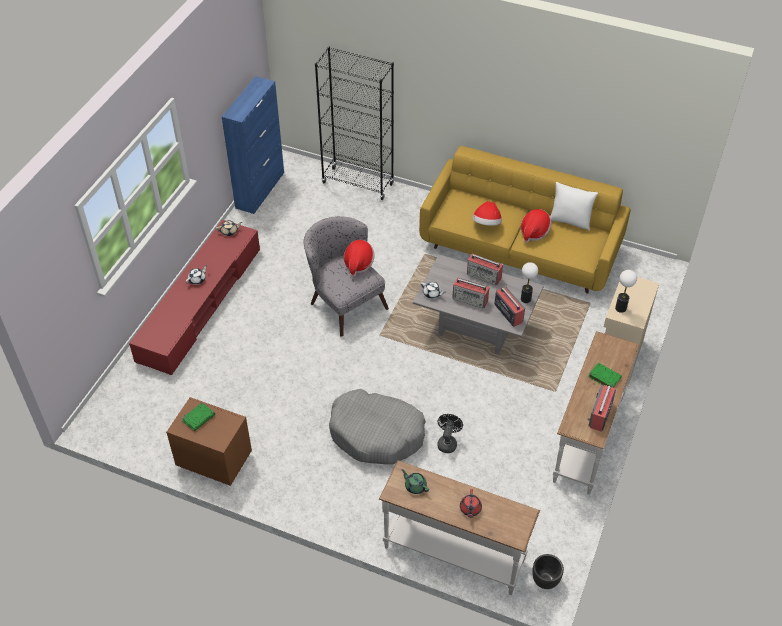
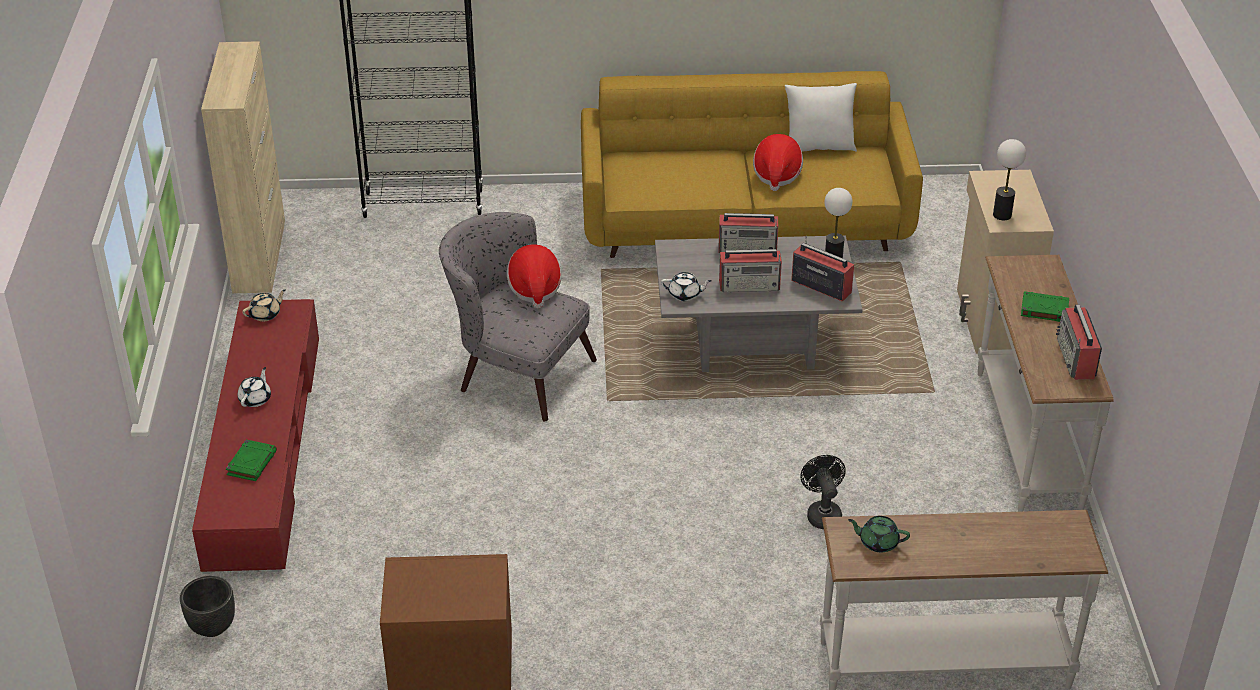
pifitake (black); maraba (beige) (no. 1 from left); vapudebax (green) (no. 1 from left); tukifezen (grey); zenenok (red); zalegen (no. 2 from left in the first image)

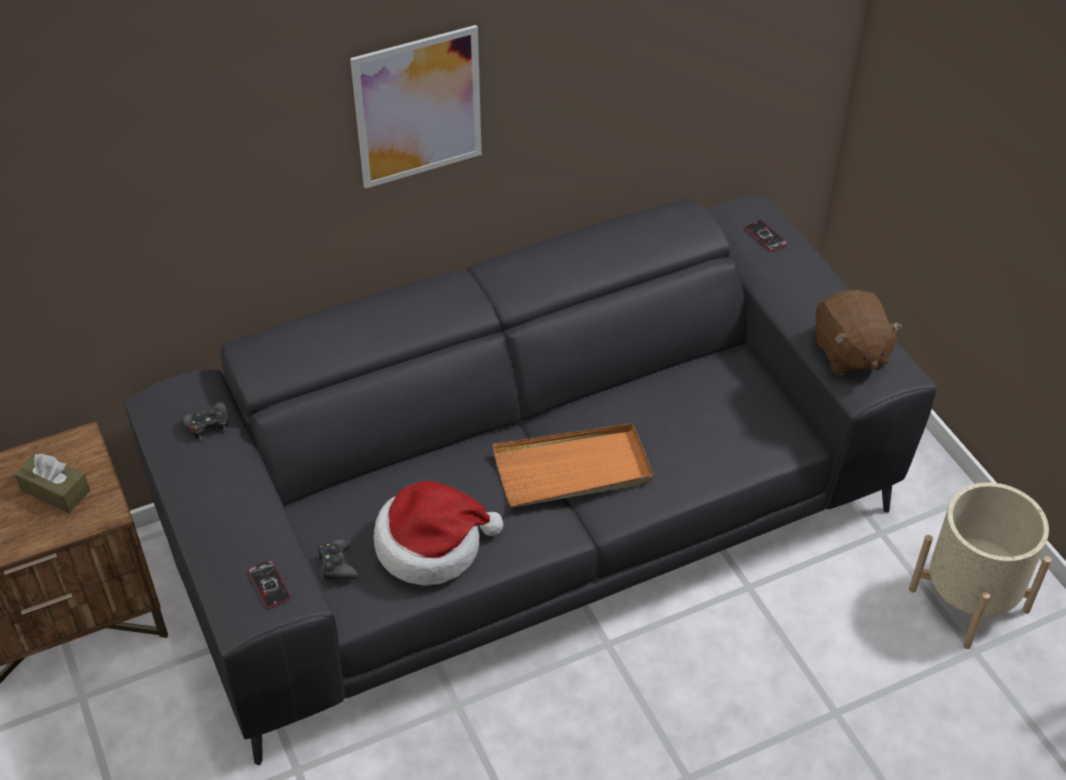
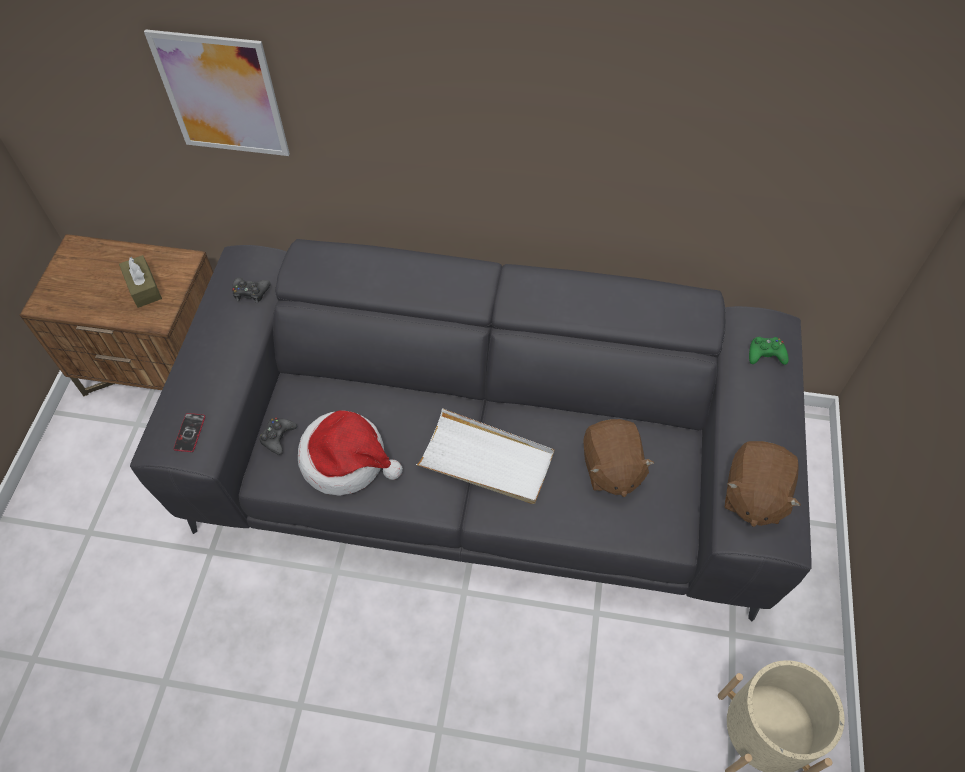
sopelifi; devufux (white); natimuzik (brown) (no. 1 from left); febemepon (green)

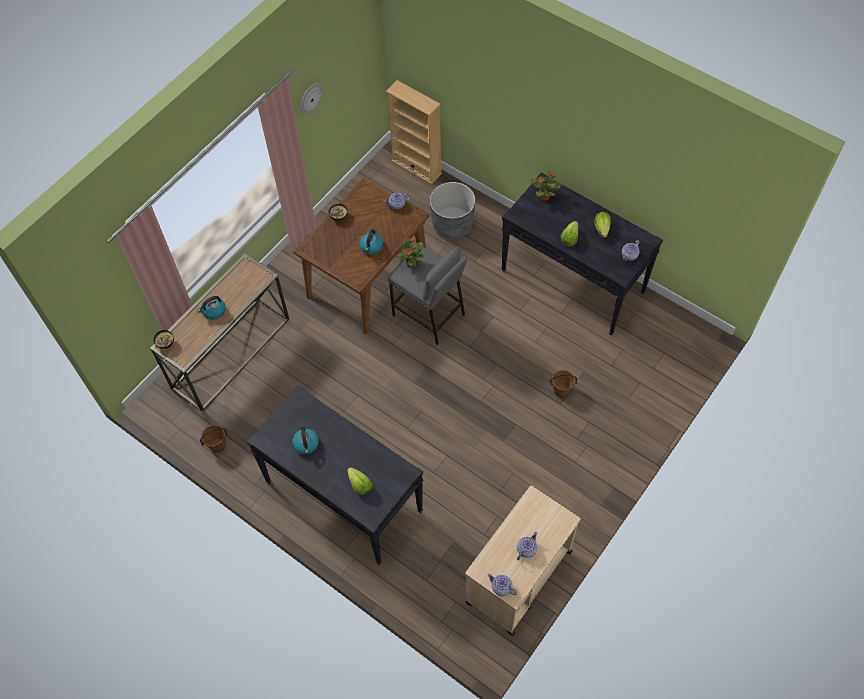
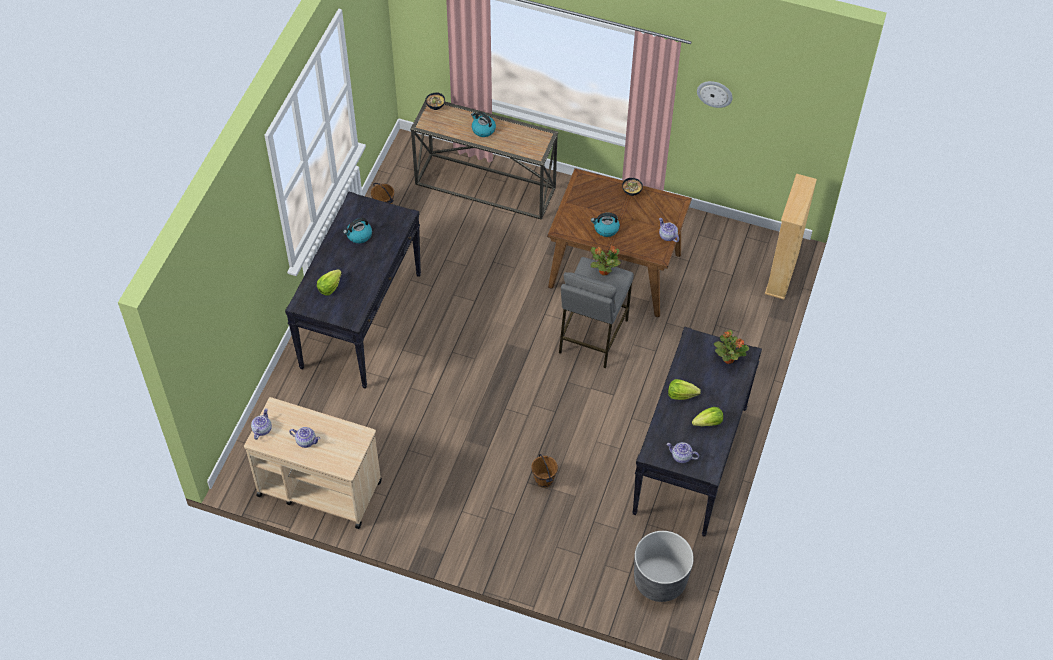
pifitake (grey)

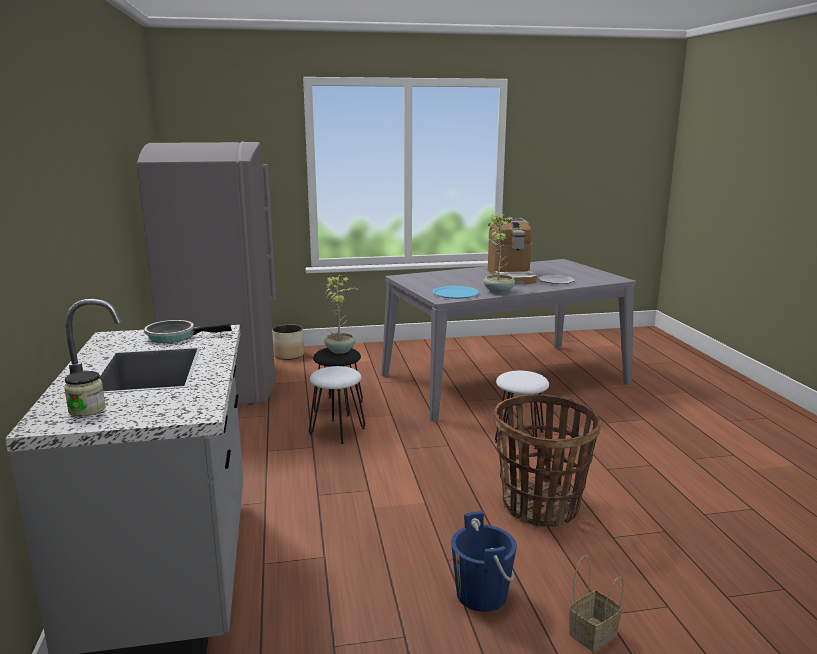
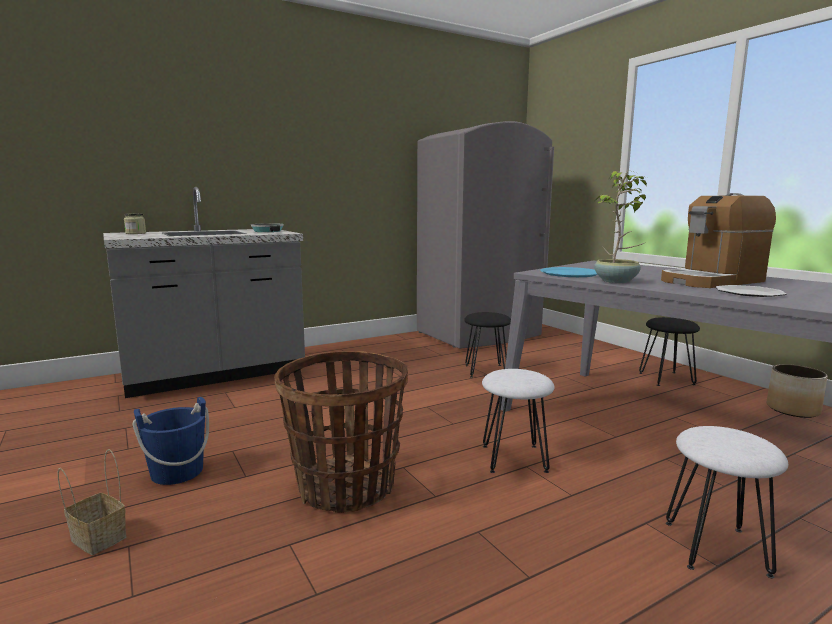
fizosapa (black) (no. 2 from left); fizosapa (white) (no. 2 from left); pifitake; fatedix (no. 1 from left in the first image)

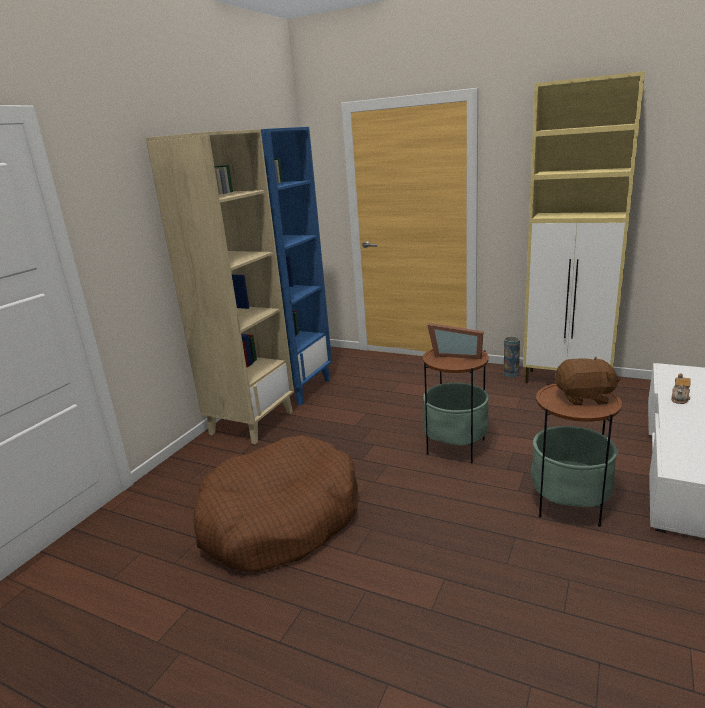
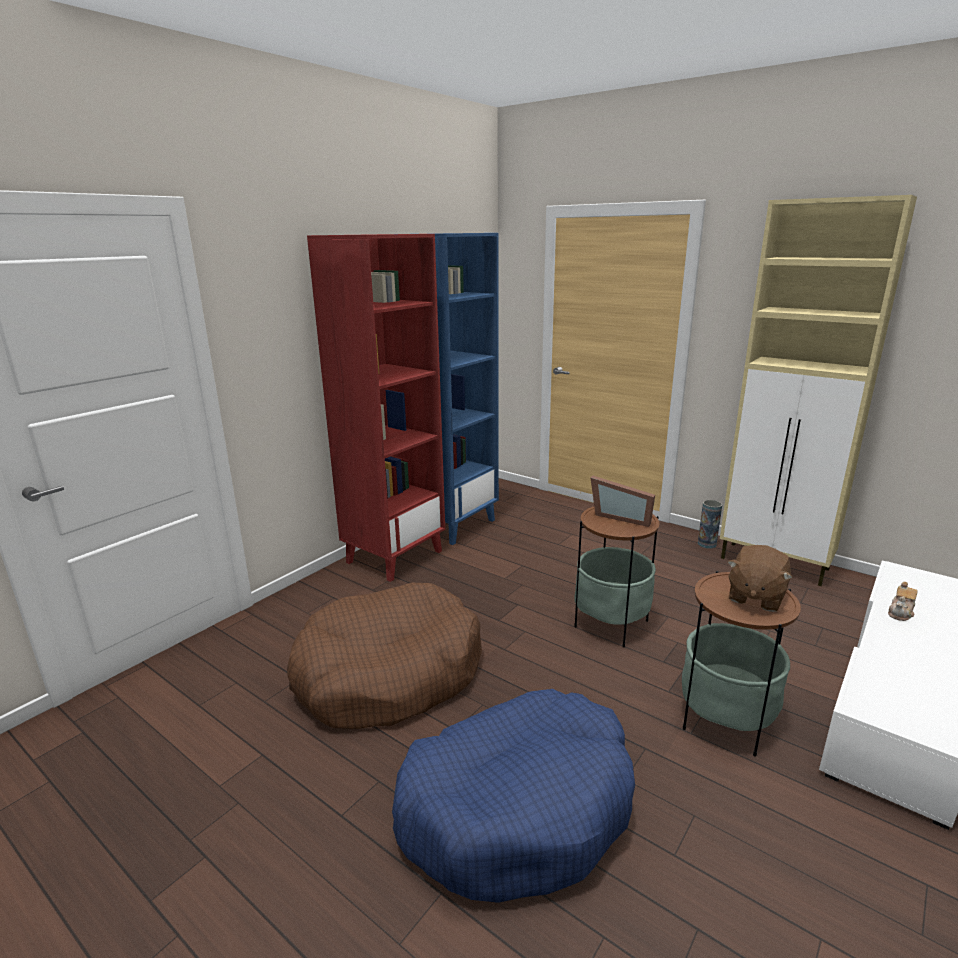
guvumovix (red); tukifezen (blue); natimuzik (brown)

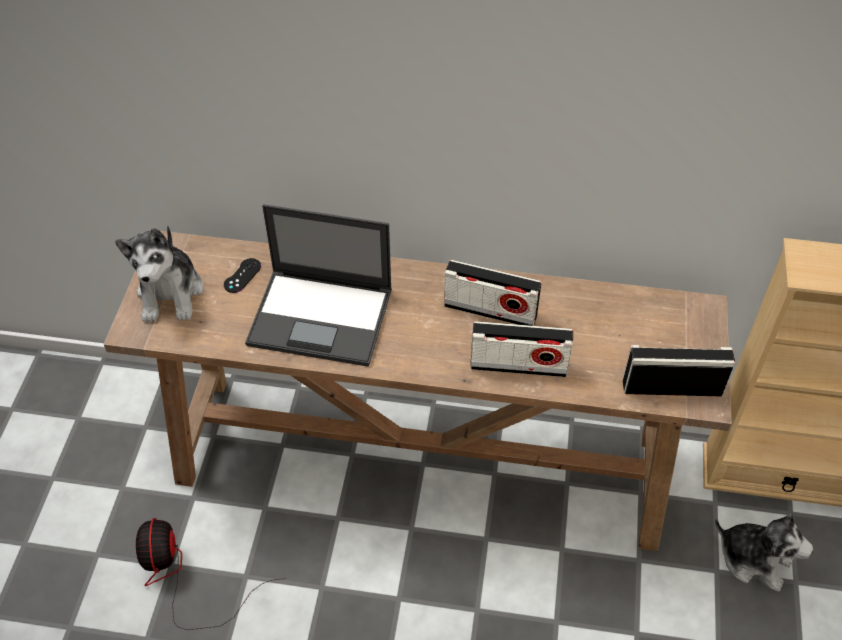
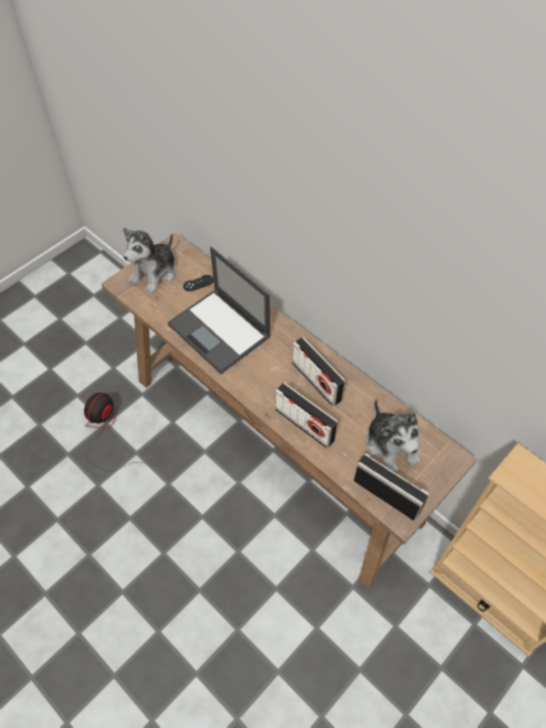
natimuzik (no. 2 from left)

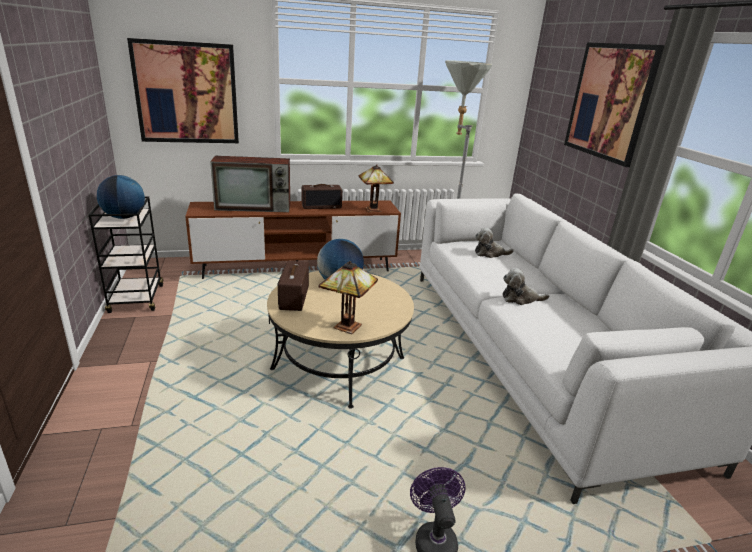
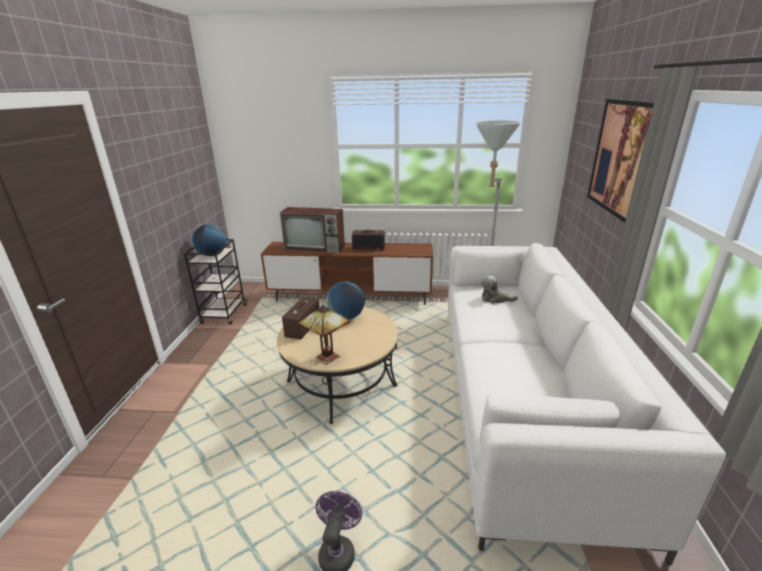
sopelifi (no. 1 from left in the first image); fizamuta (no. 2 from left in the first image); natimuzik (no. 2 from left in the first image)

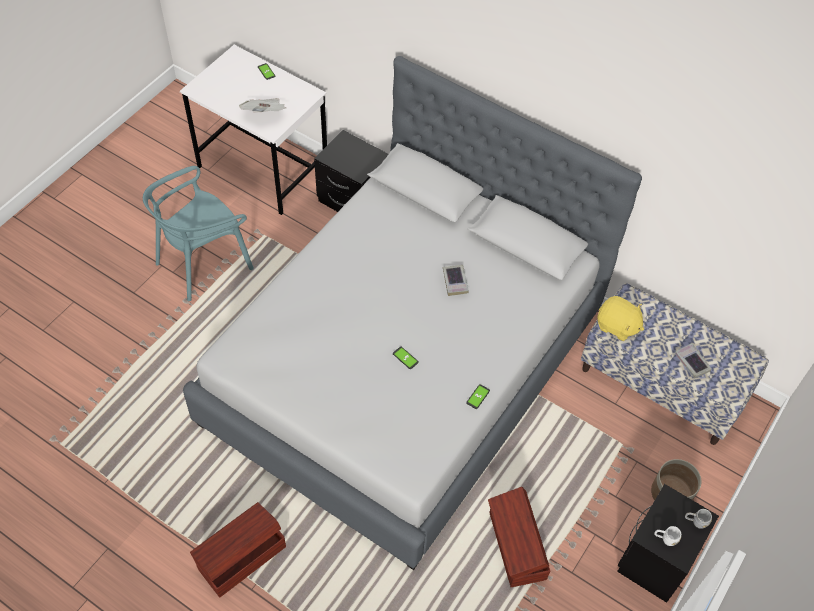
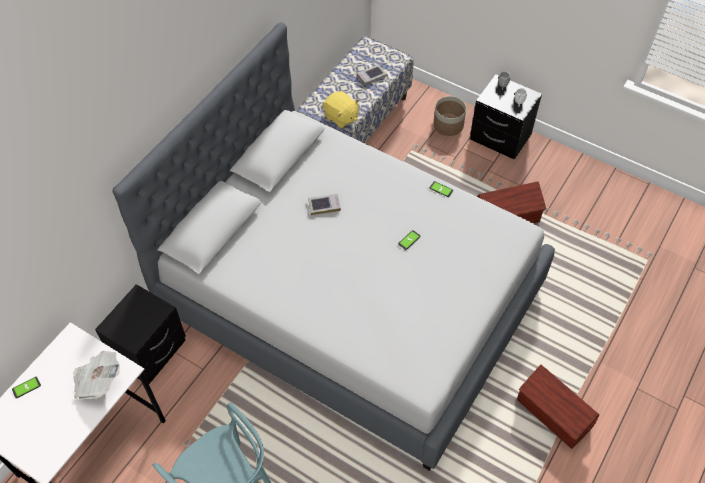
natimuzik (yellow)

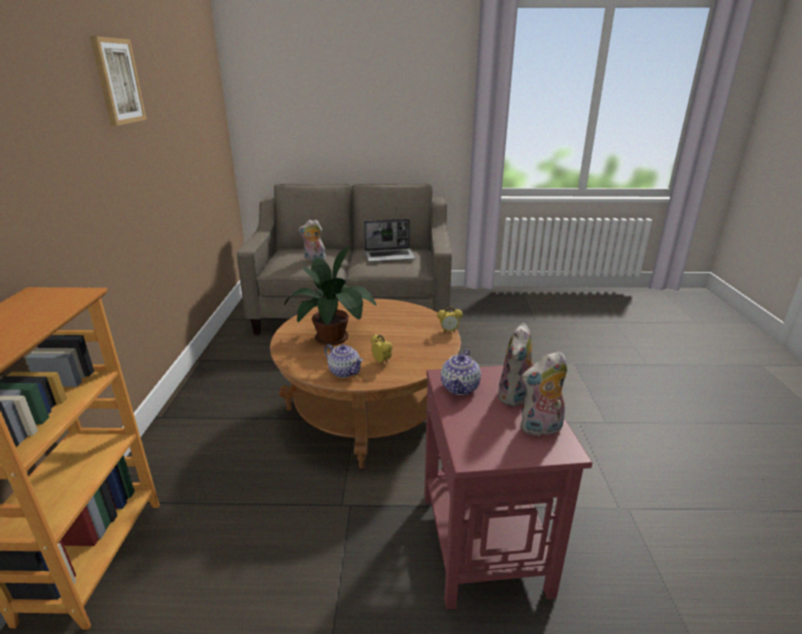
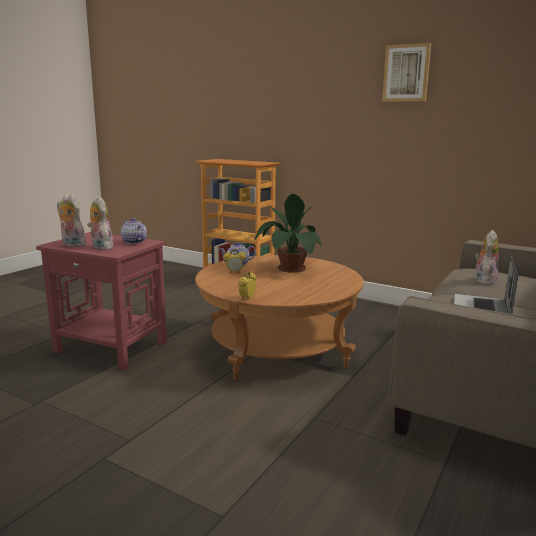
natimuzik (no. 1 from left)

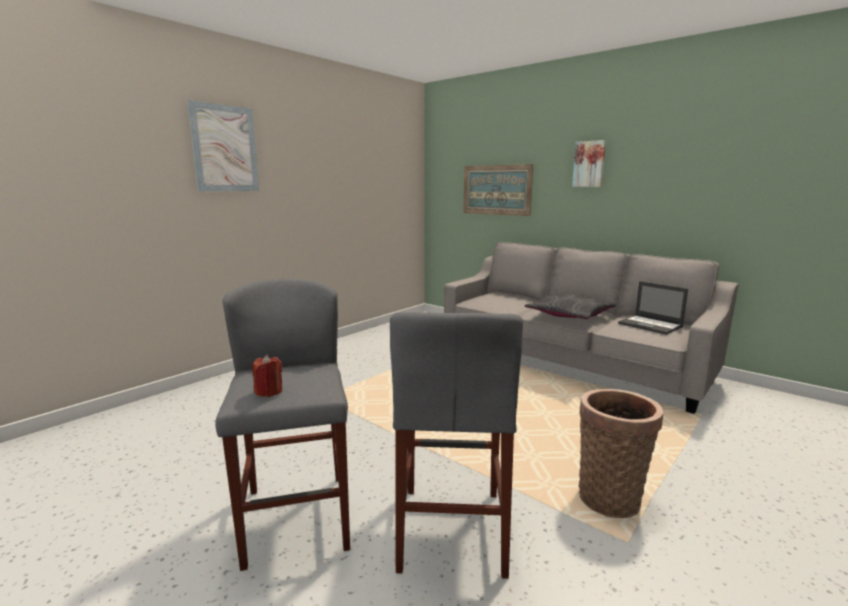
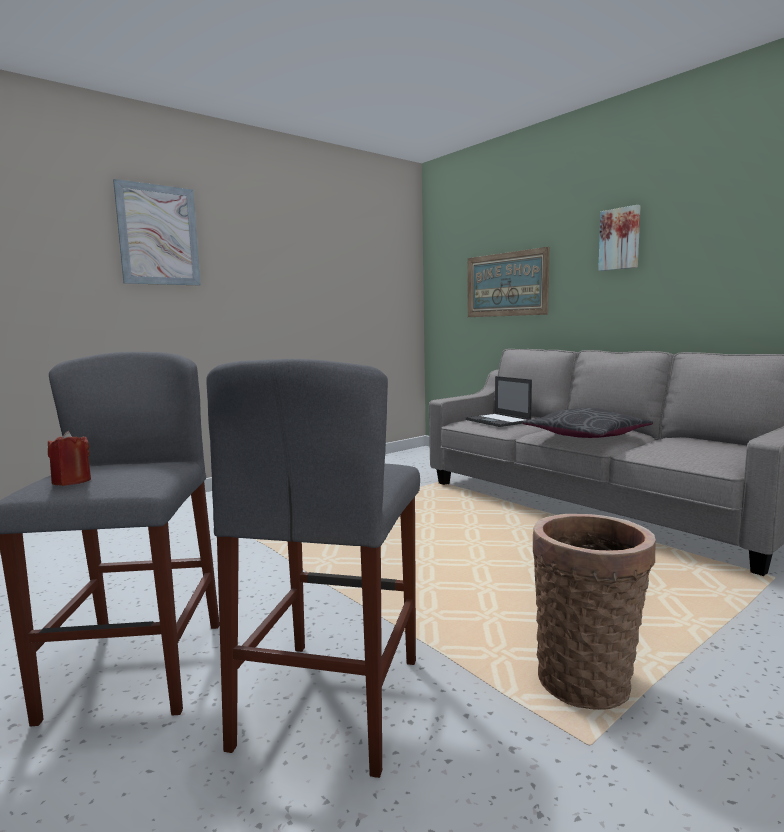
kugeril

